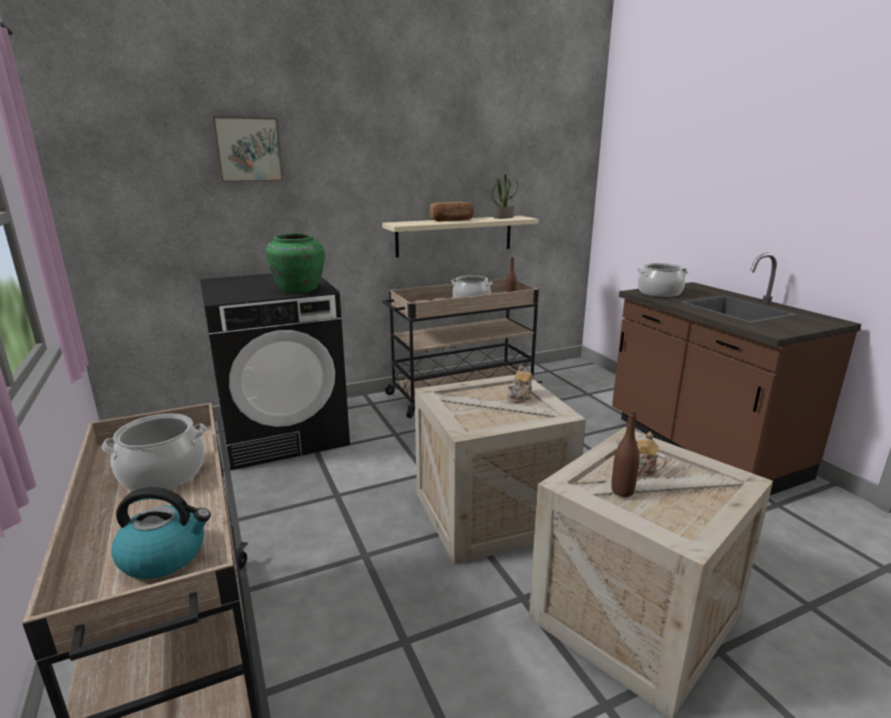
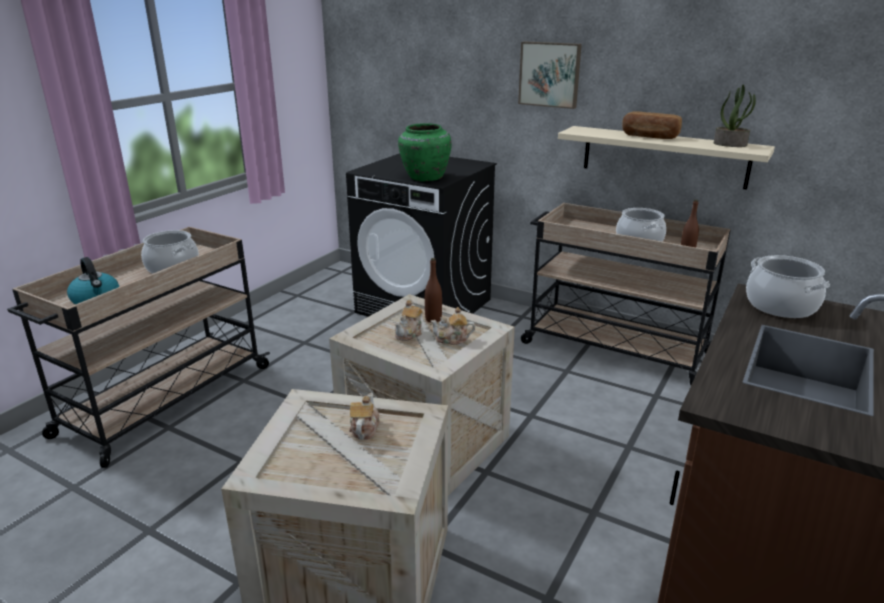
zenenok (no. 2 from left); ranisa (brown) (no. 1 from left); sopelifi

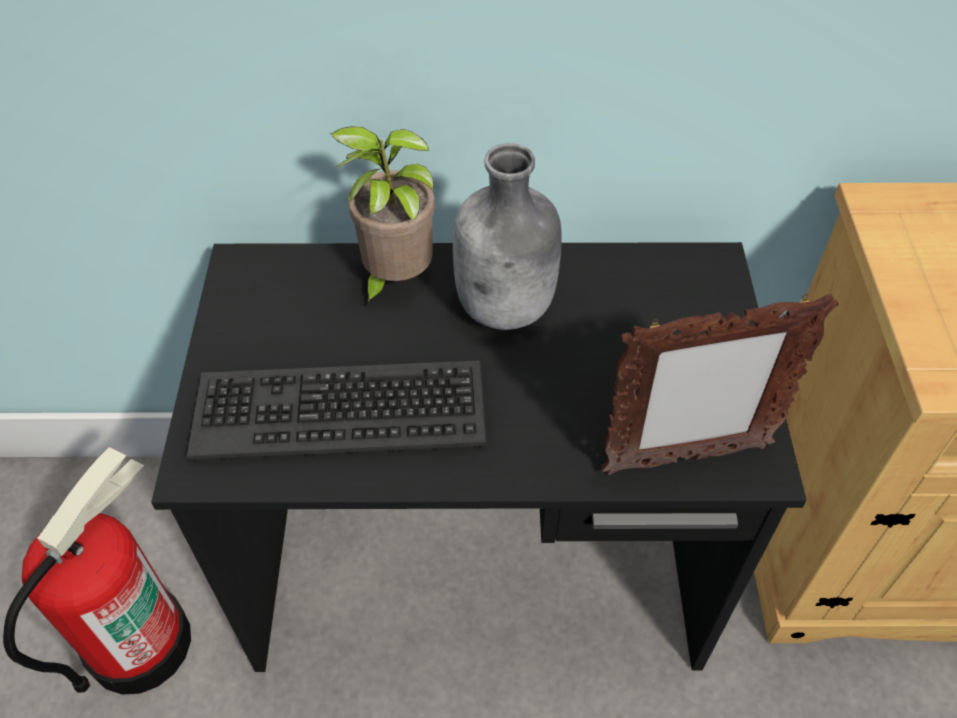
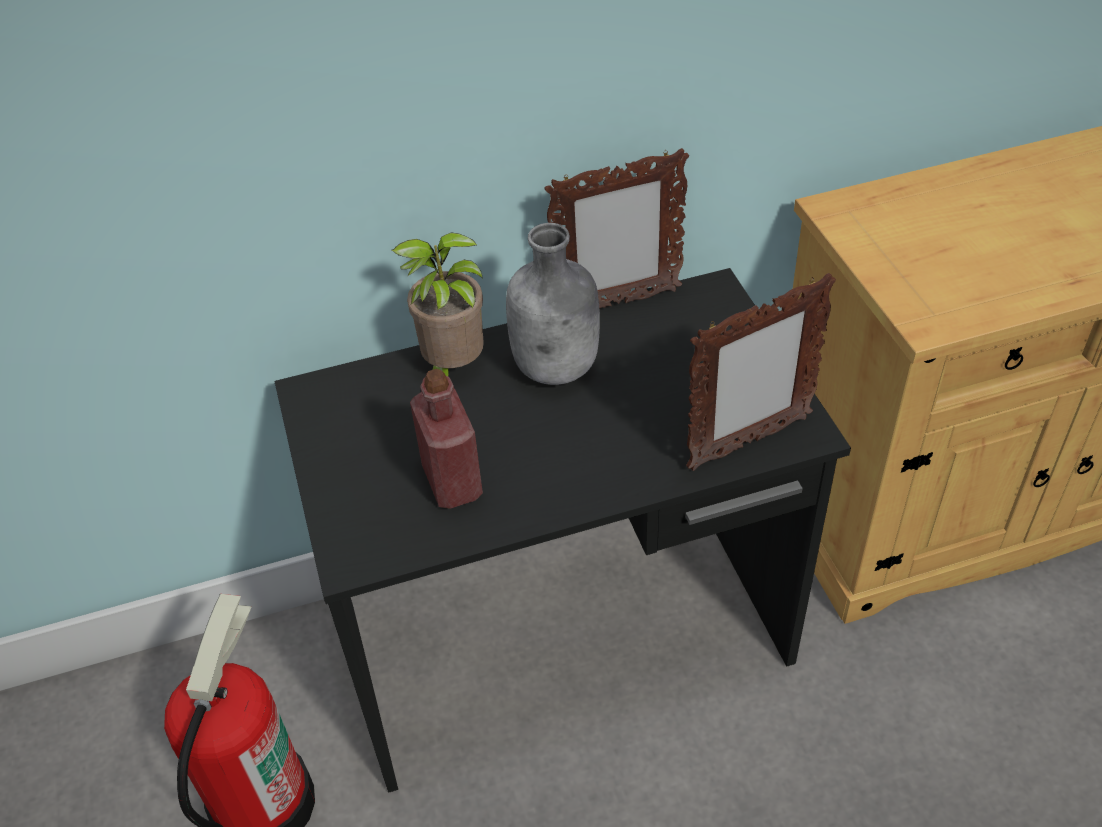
ranisa (red); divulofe (no. 1 from left)

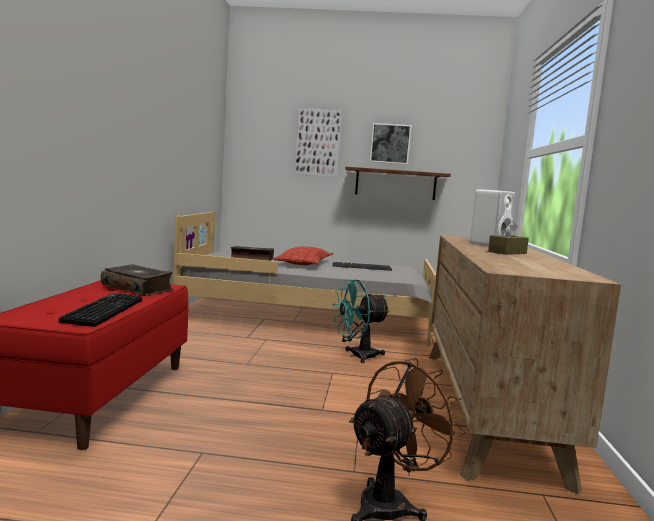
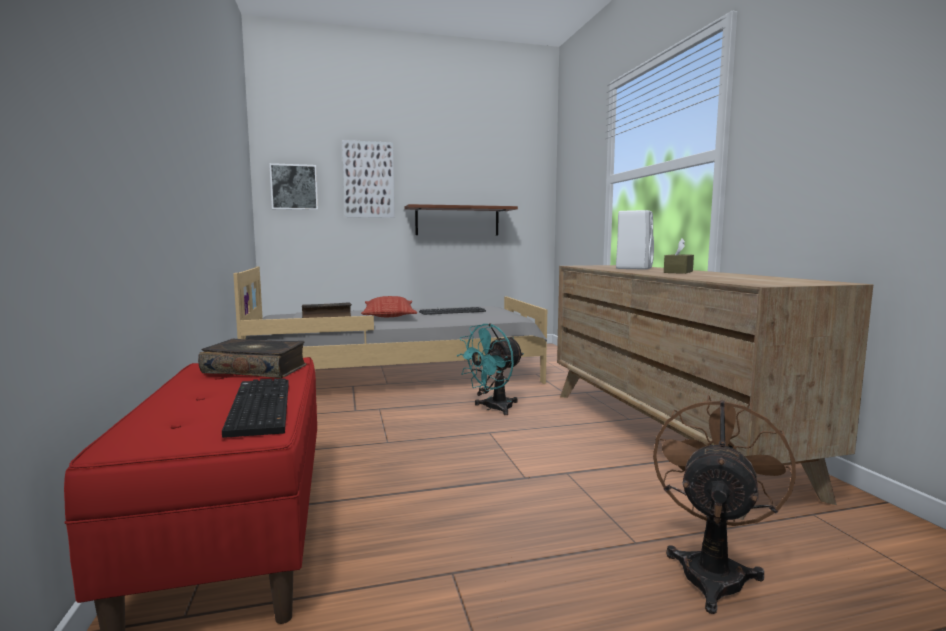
sopelifi (no. 1 from left)

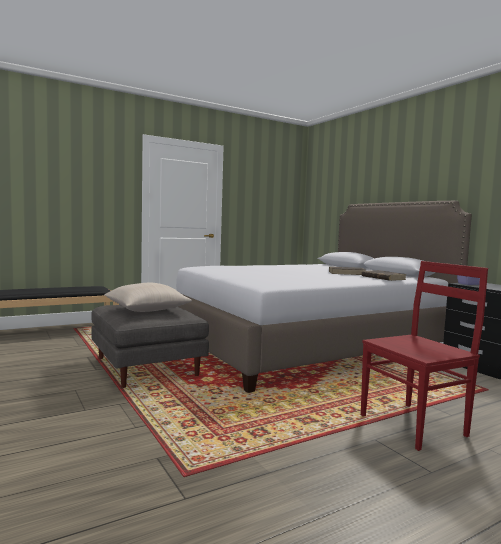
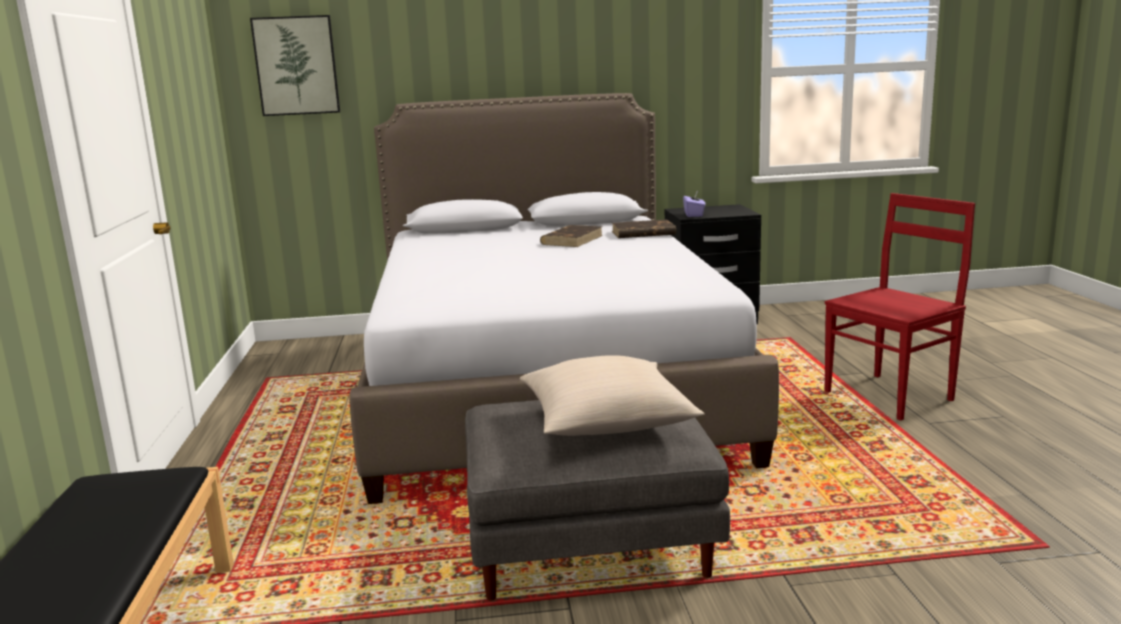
sopelifi; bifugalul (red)

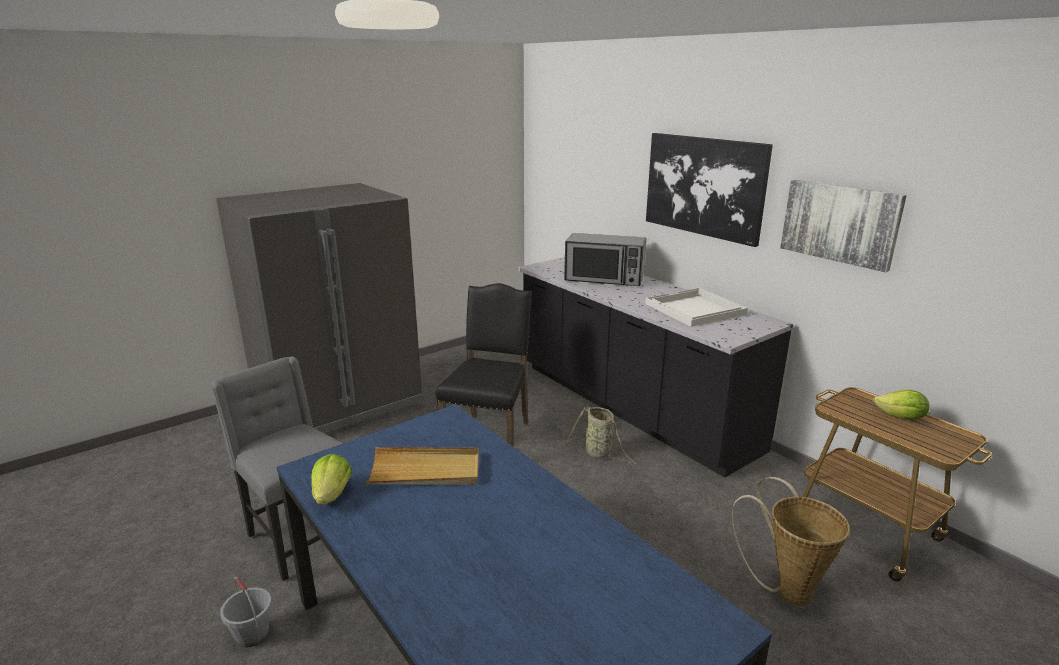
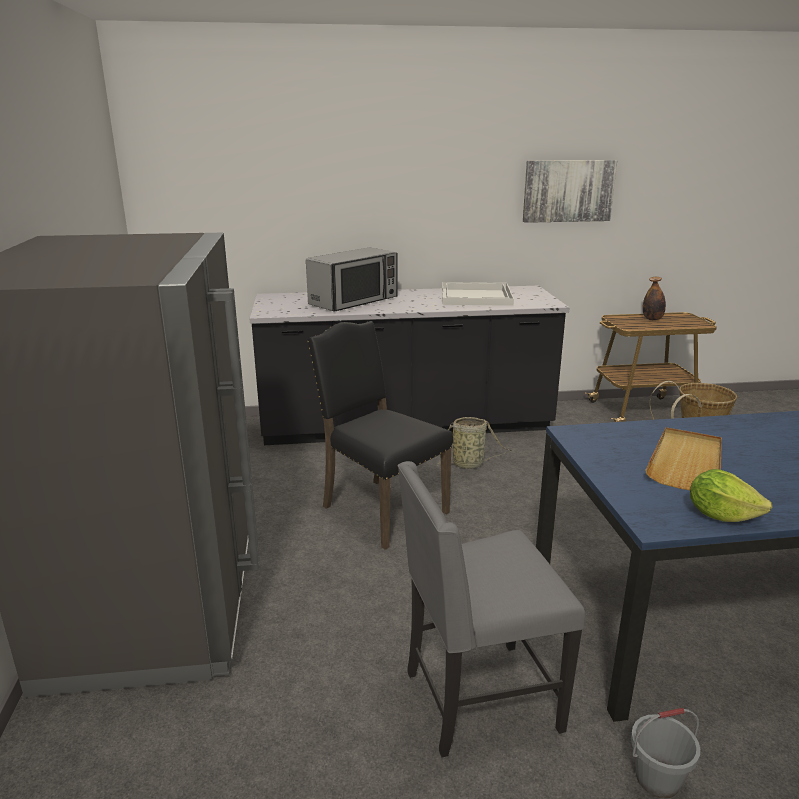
ranisa; sopelifi (no. 1 from left in the first image)

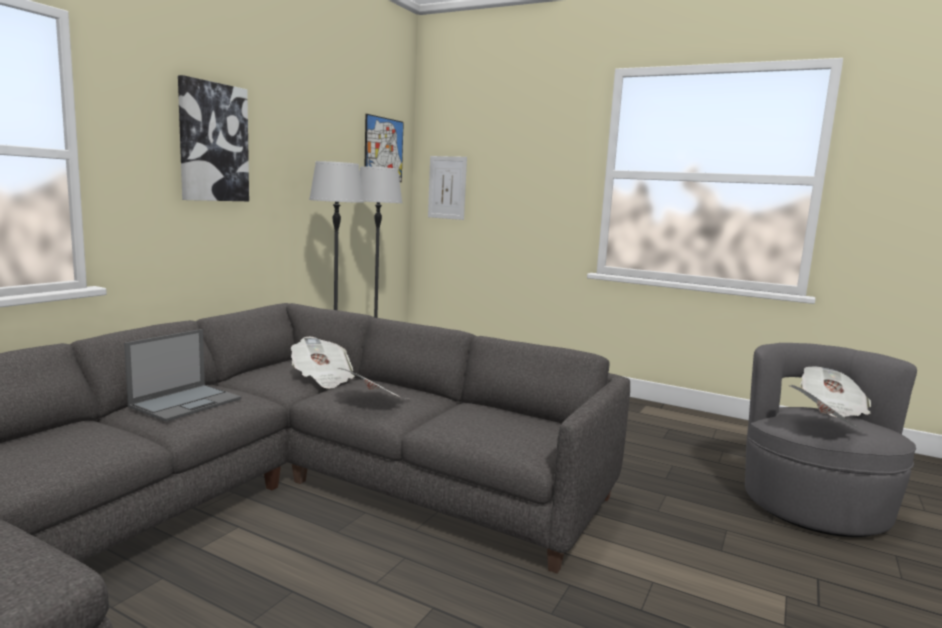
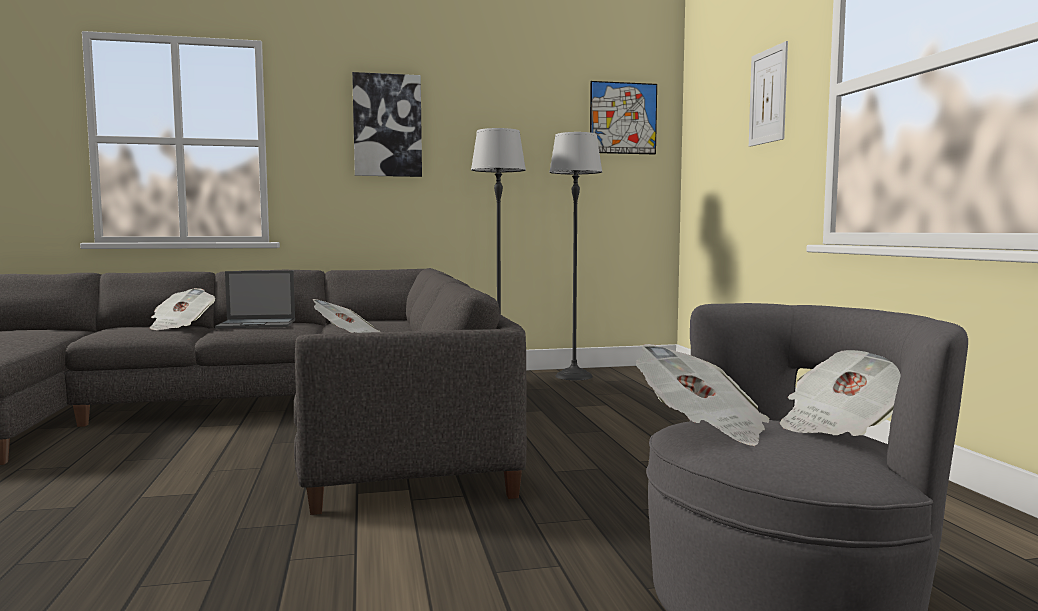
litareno (no. 1 from left); sopelifi (no. 3 from left)

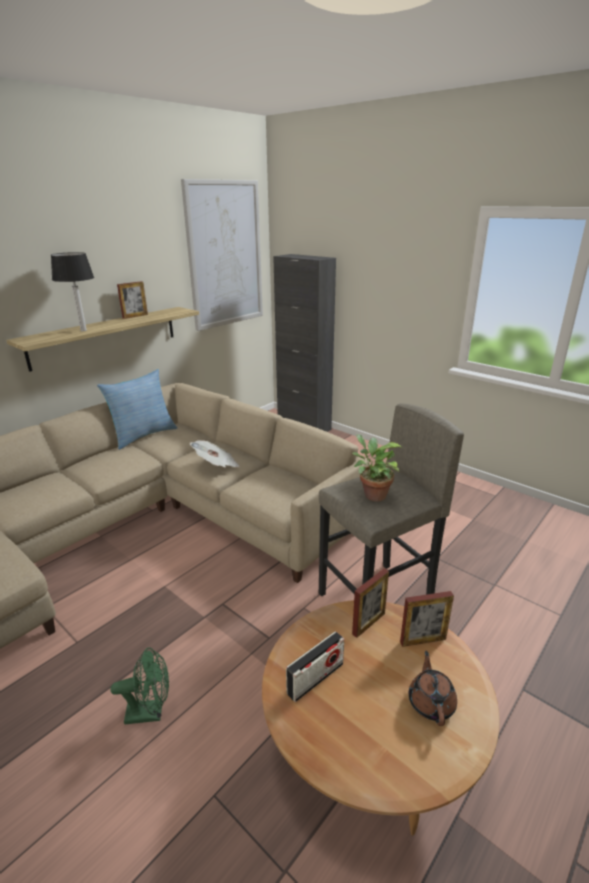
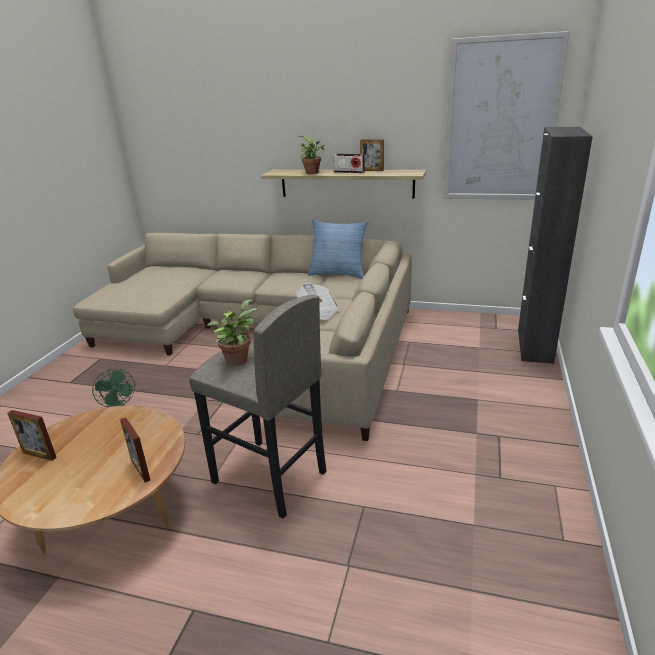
divulofe (no. 1 from left); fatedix (no. 2 from left); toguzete; zenenok (brown)

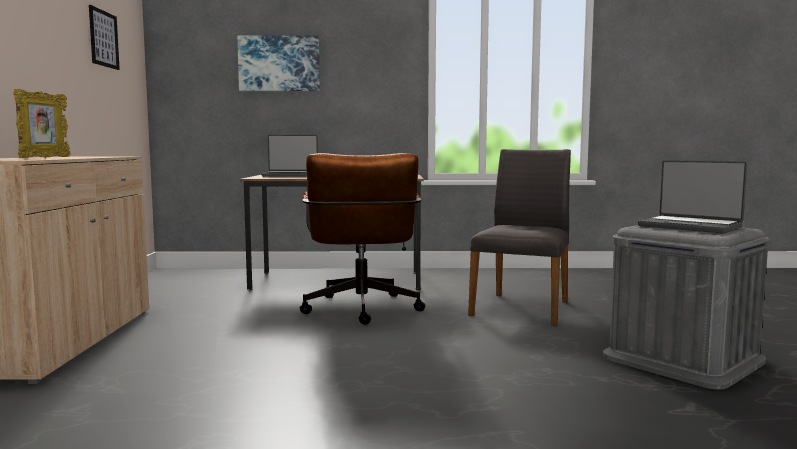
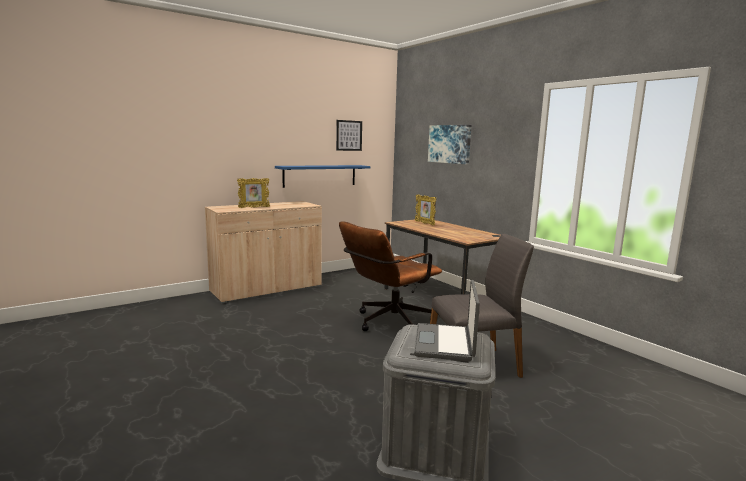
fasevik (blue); divulofe (no. 2 from left)

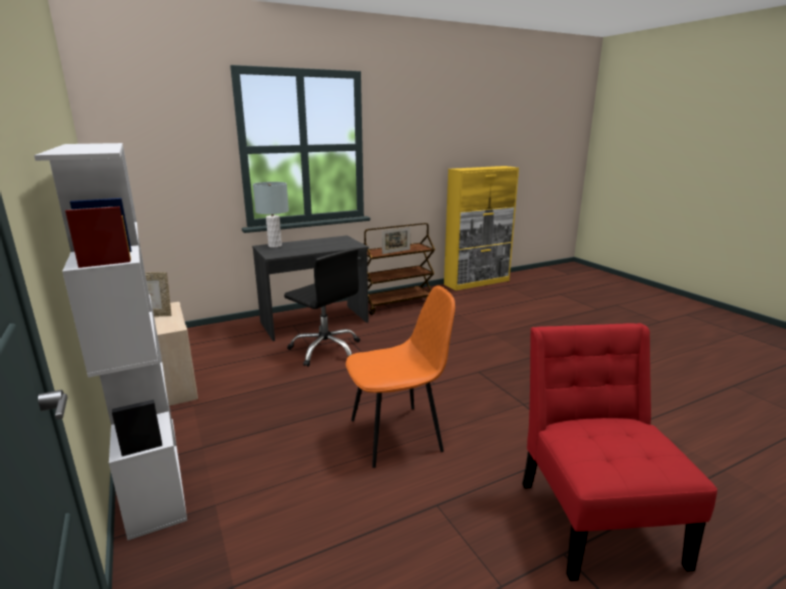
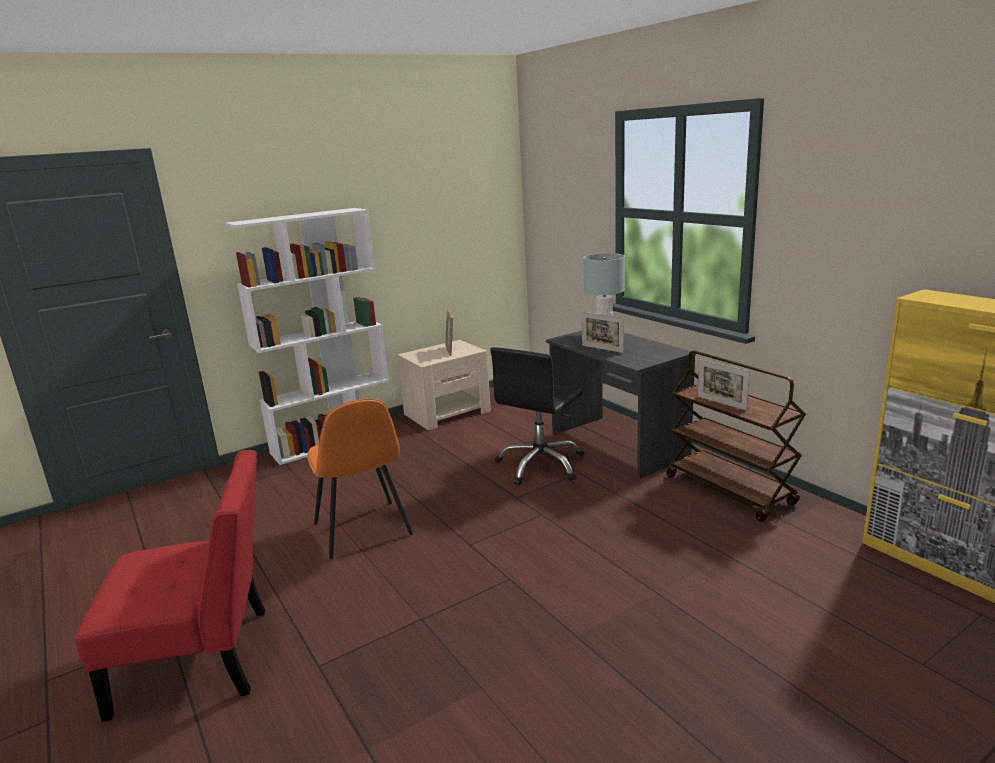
divulofe (no. 2 from left)

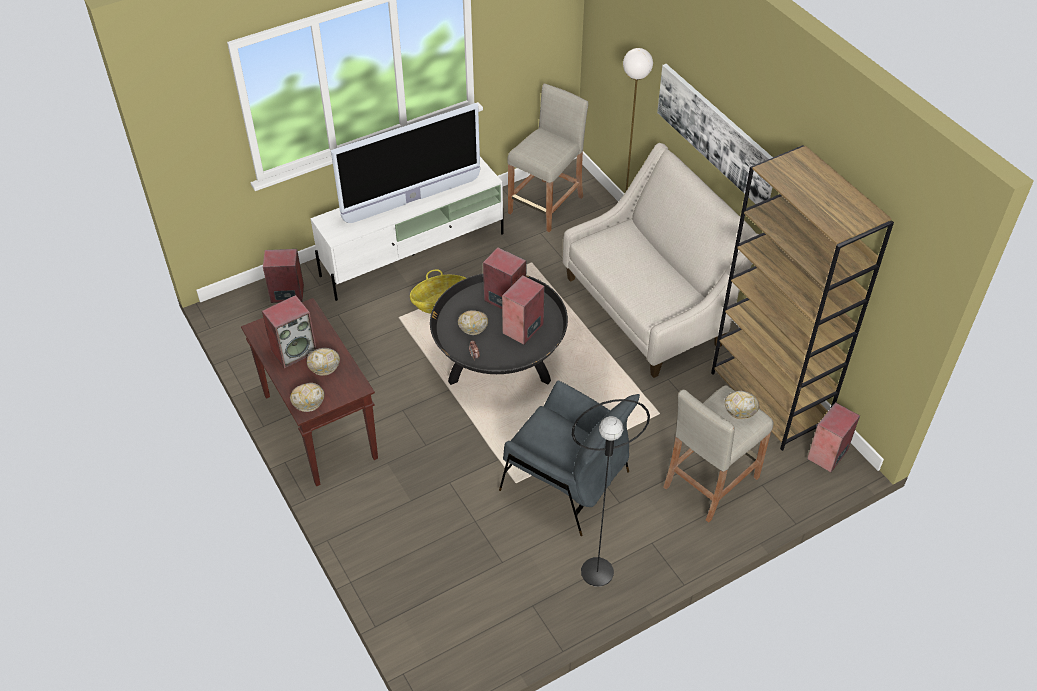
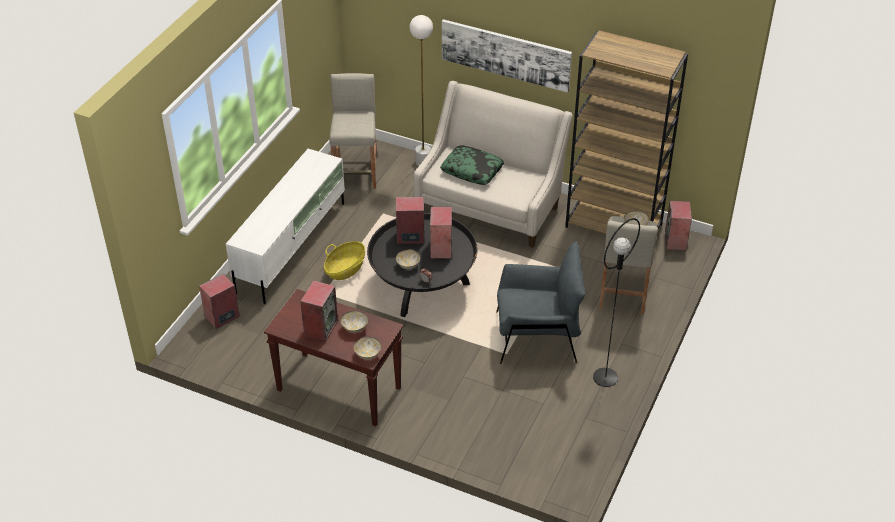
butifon; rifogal

